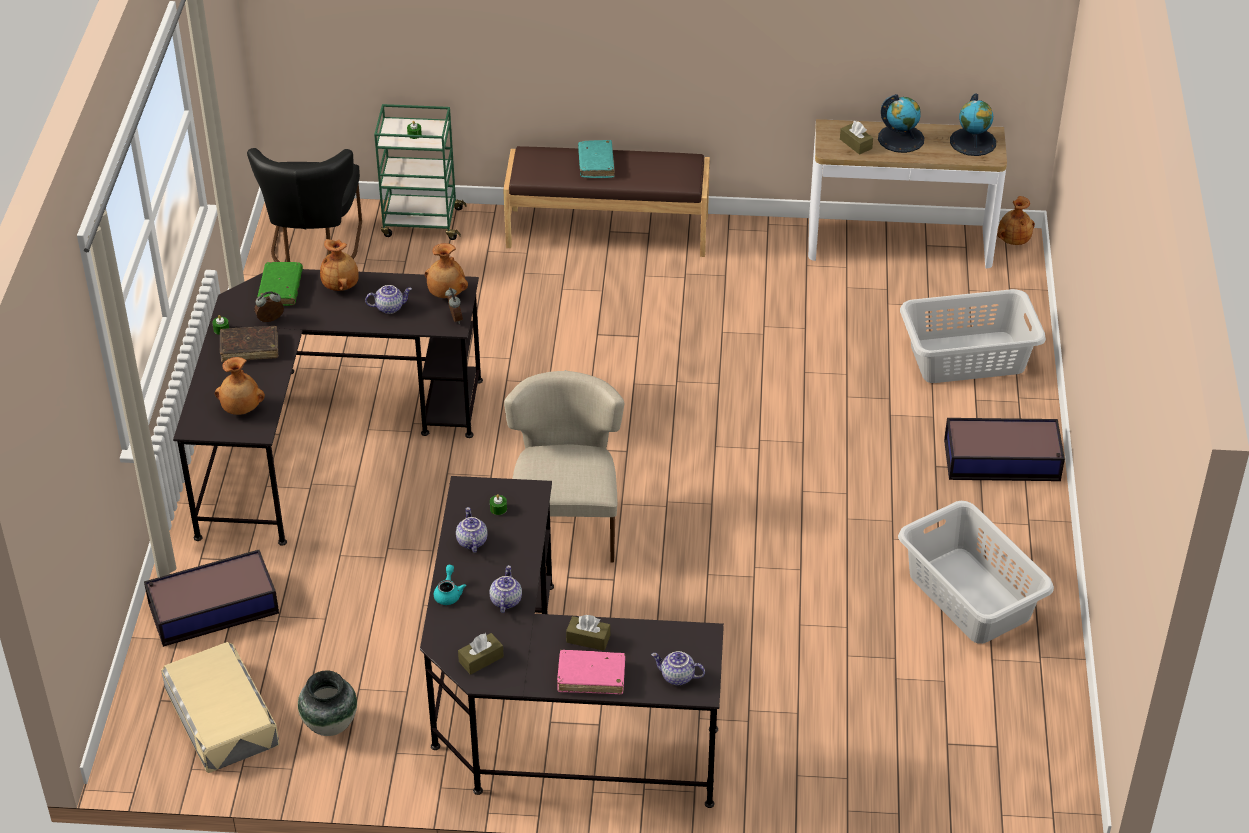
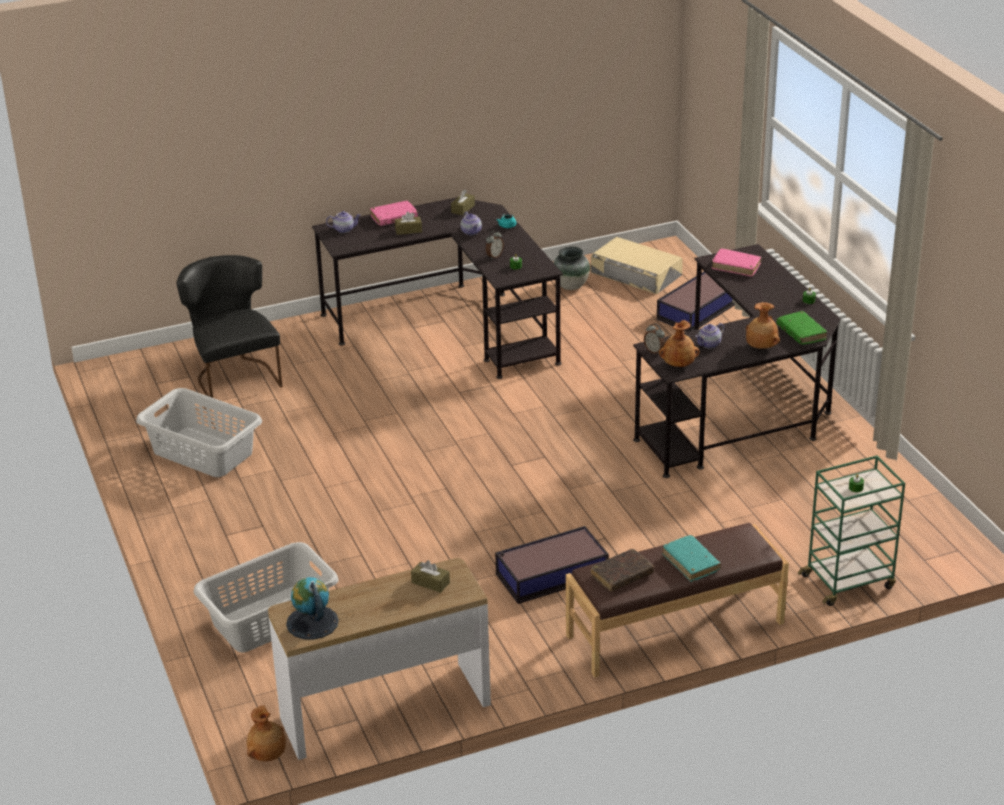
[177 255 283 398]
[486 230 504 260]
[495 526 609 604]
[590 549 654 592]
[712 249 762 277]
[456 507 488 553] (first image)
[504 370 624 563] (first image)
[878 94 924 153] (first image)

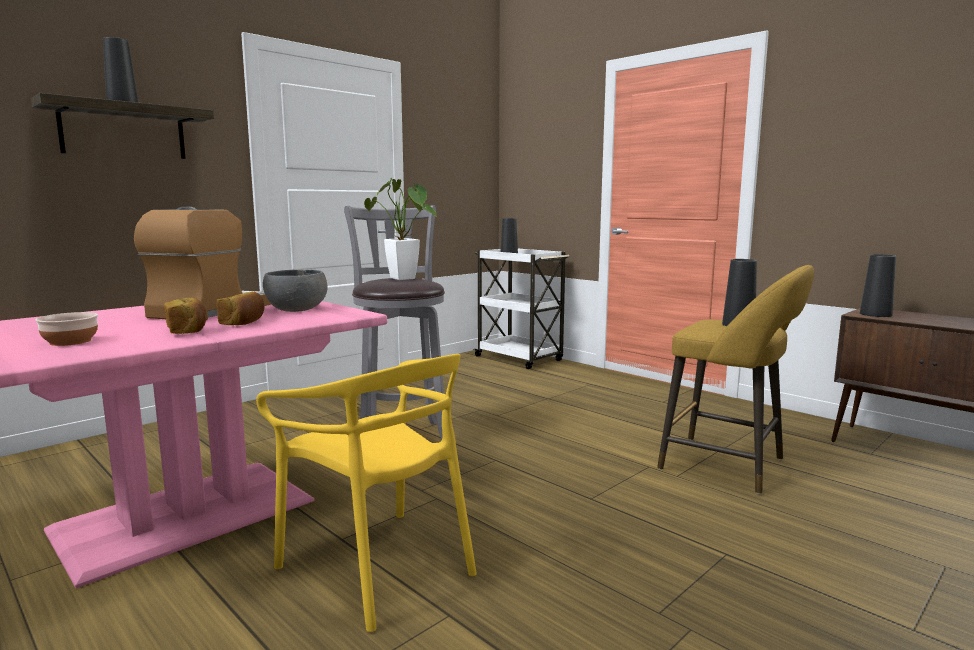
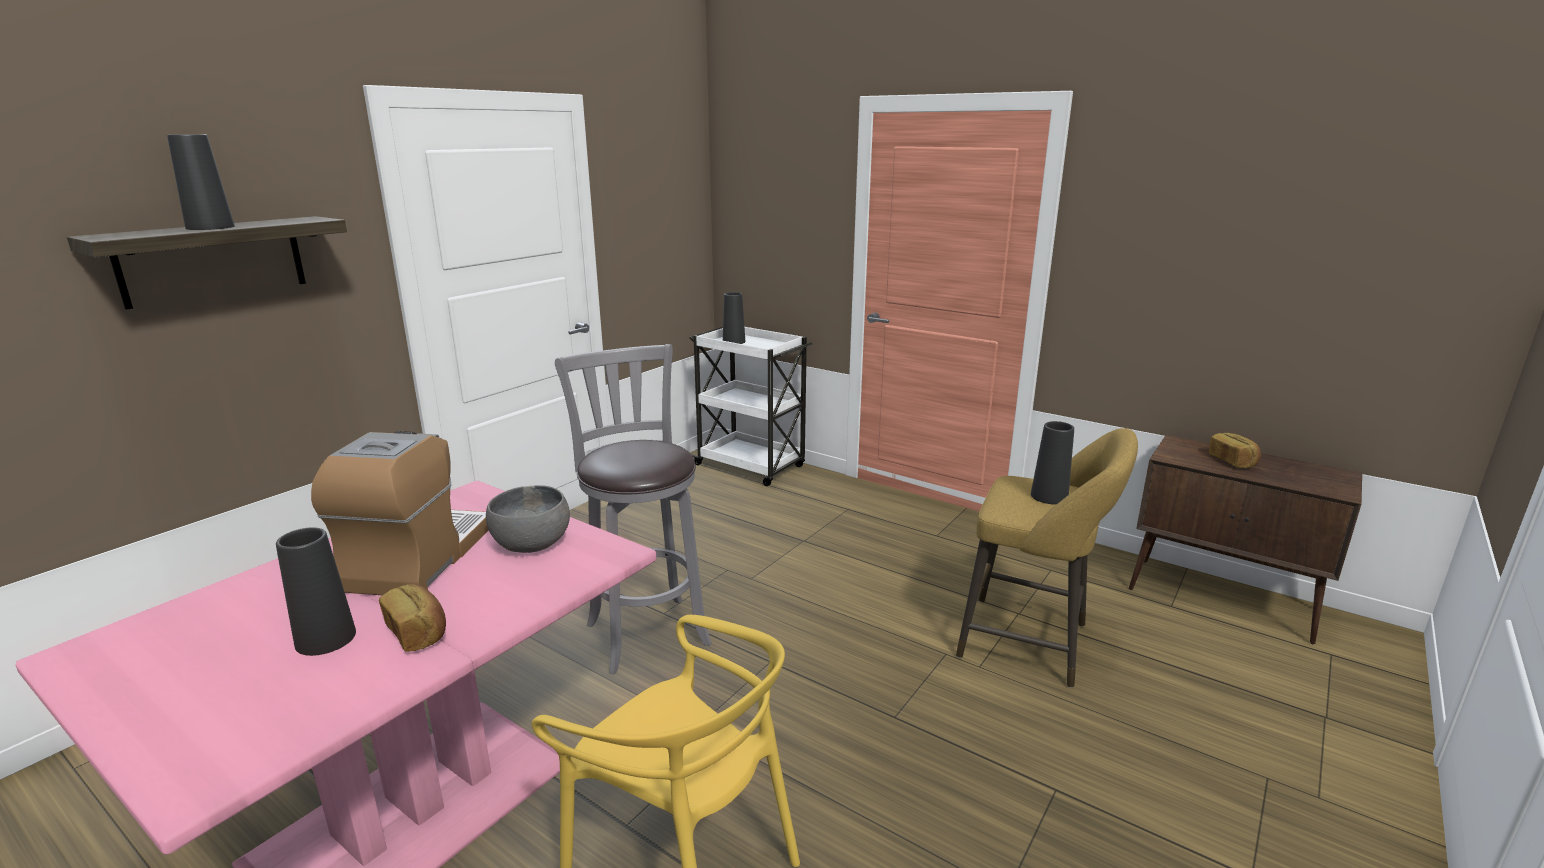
[276 527 356 656]
[1209 433 1261 468]
[35 312 98 346] (first image)
[364 178 437 280] (first image)

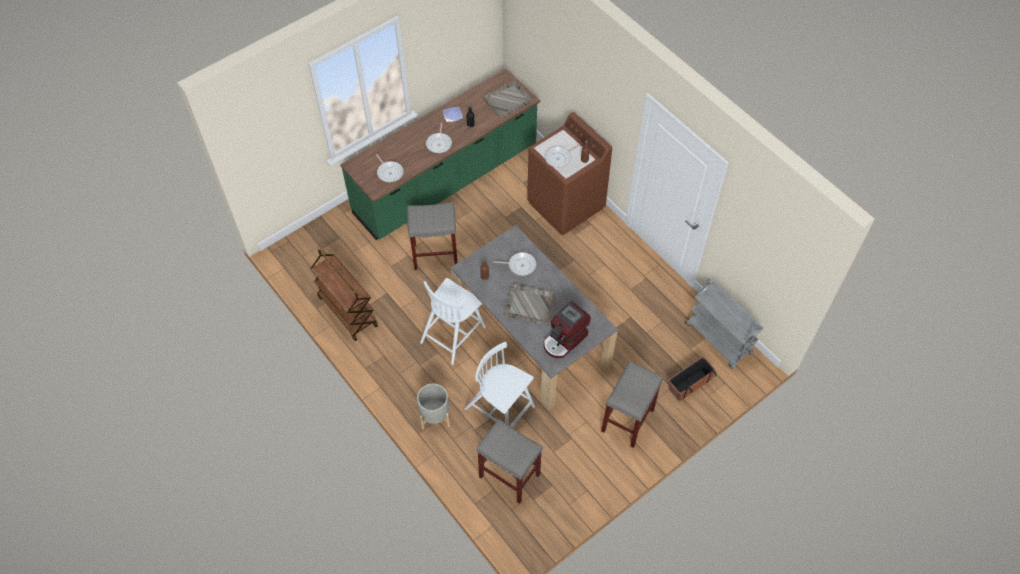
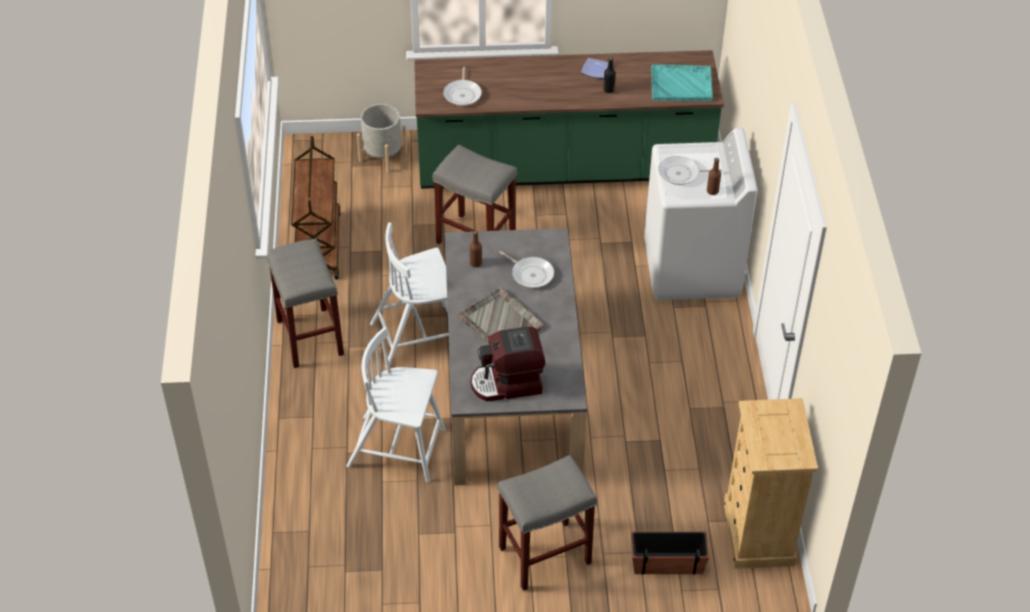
[267 238 344 368]
[347 327 445 482]
[357 104 407 173]
[644 128 758 300]
[651 64 713 101]
[723 398 818 569]
[426 122 452 153] (first image)

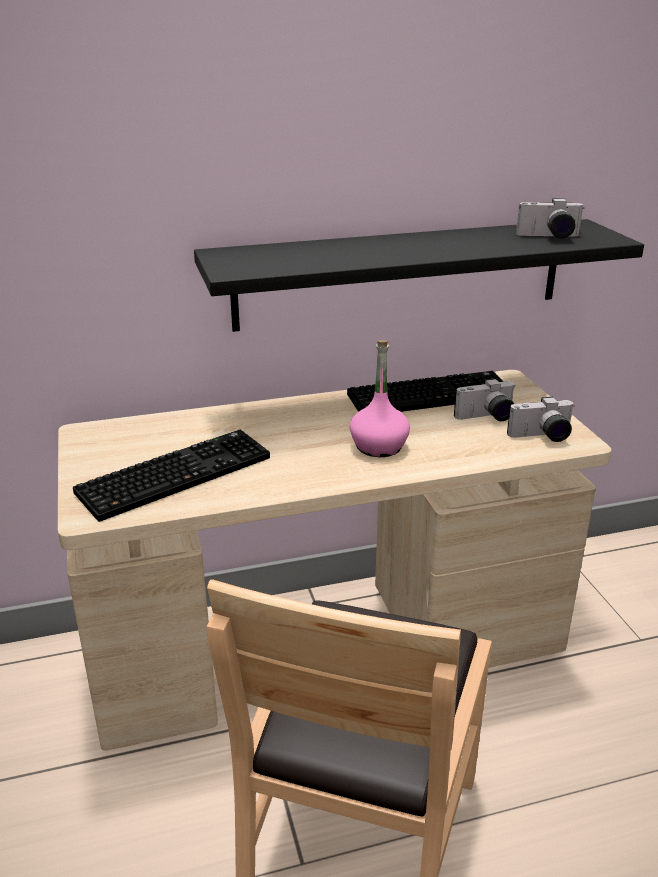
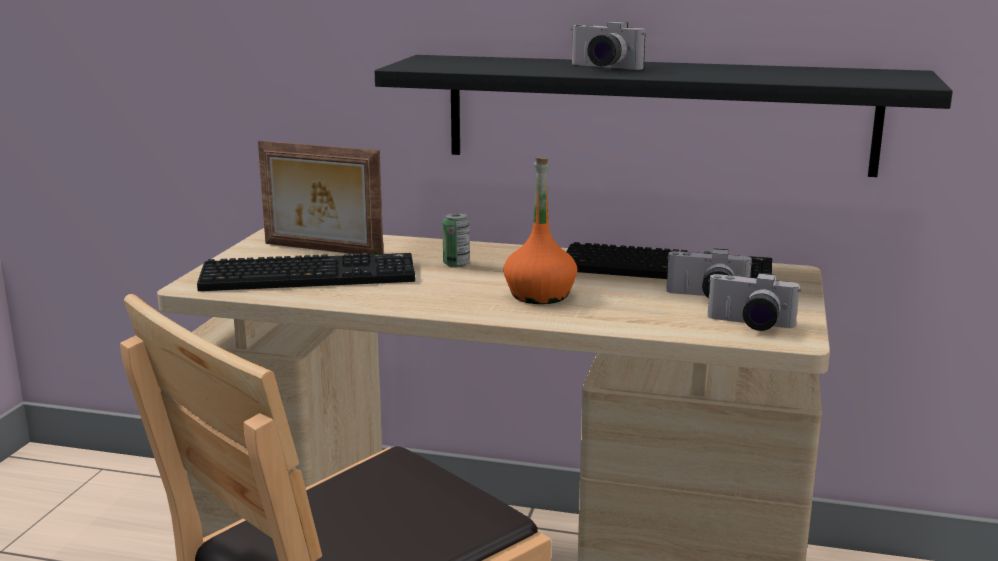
[258 141 383 255]
[442 213 470 267]
[503 157 577 304]
[571 22 645 70]

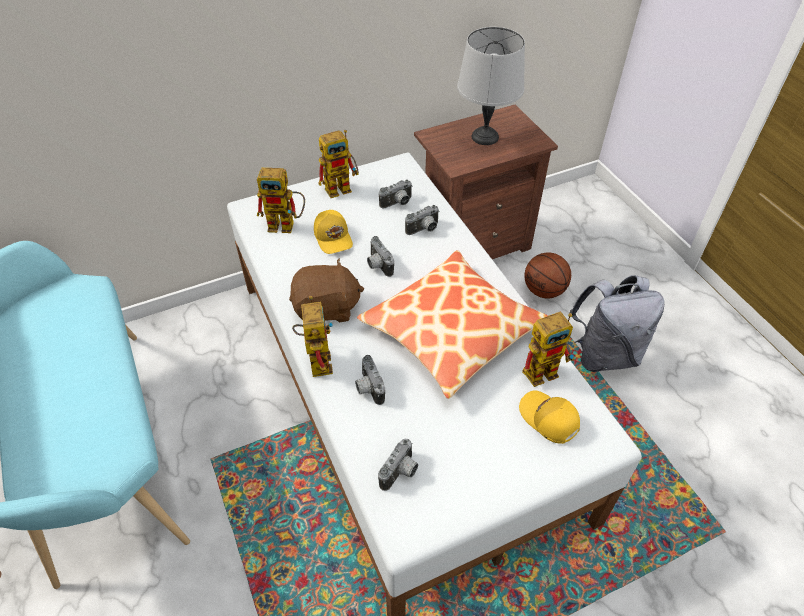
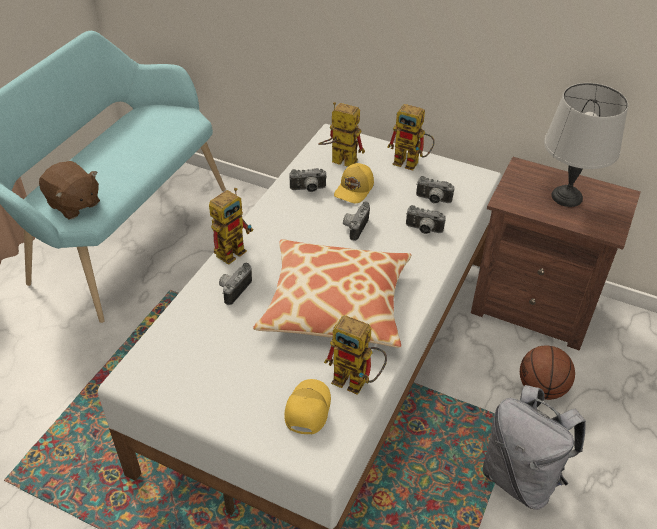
[39 161 100 220]
[289 168 327 192]
[318 102 365 167]

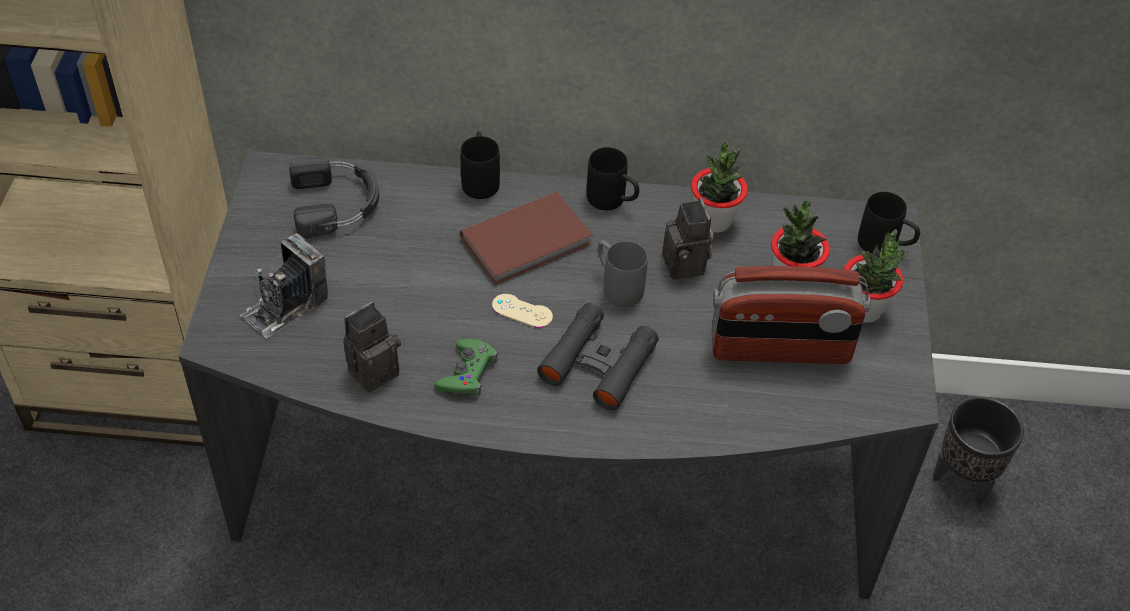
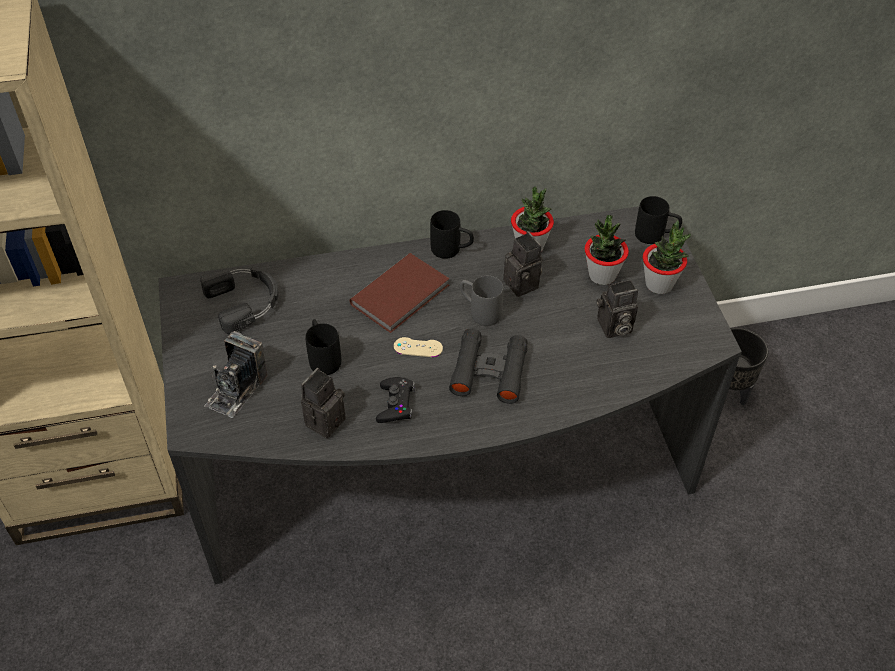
[305 319 341 375]
[376 377 415 423]
[597 280 638 338]

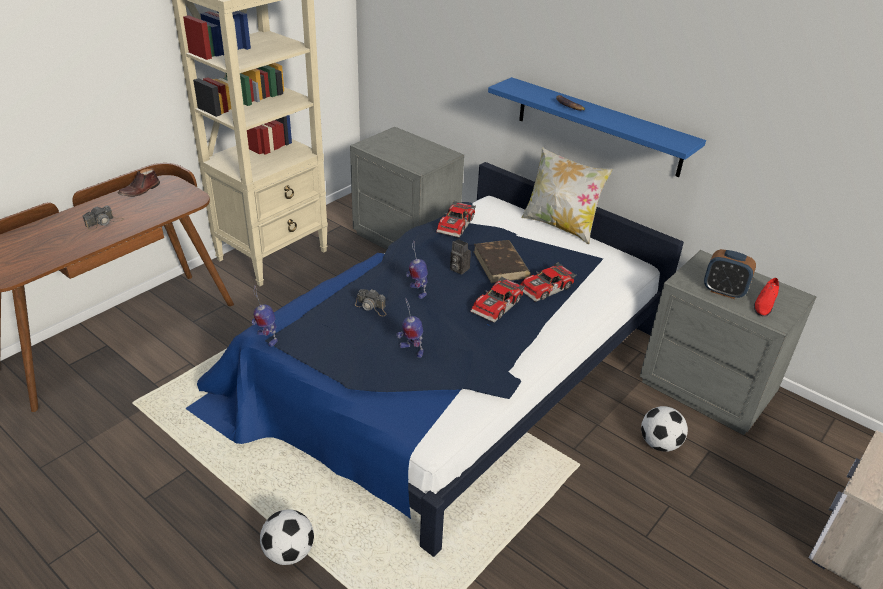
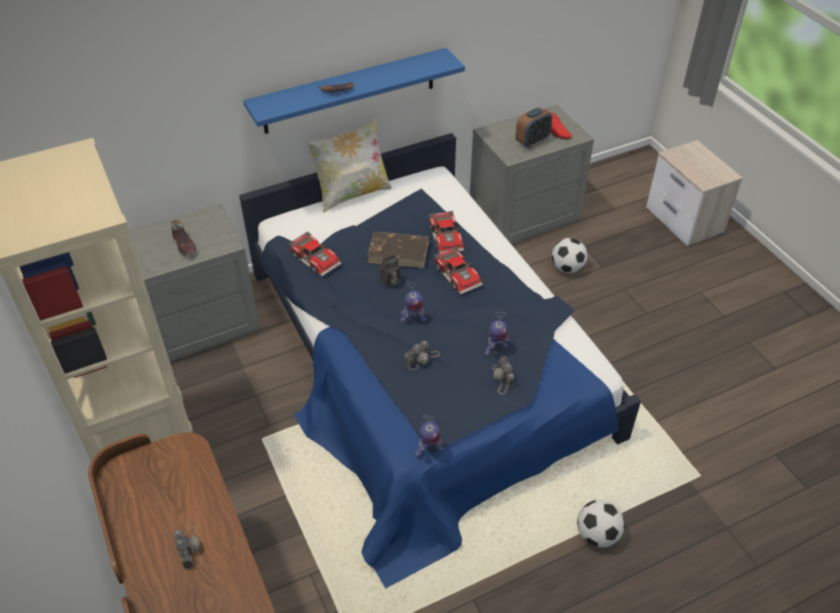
[171 220 196 256]
[493 357 514 394]

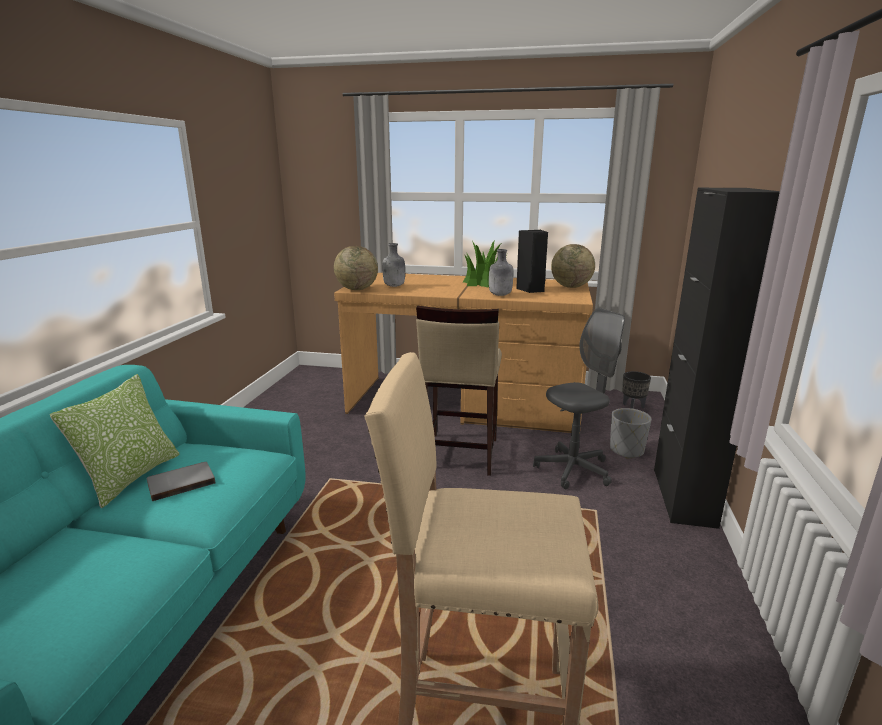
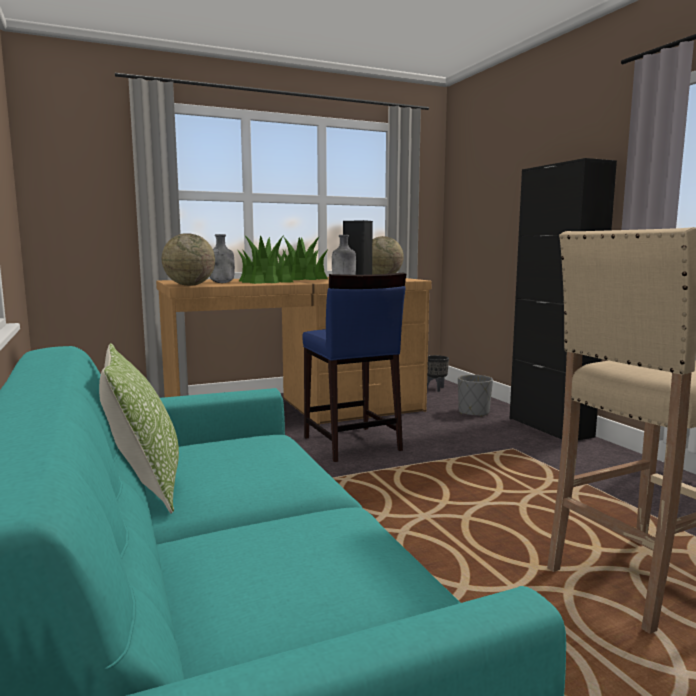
[238 235 293 284]
[302 272 406 462]
[146 462 215 501] (first image)
[533 308 625 490] (first image)

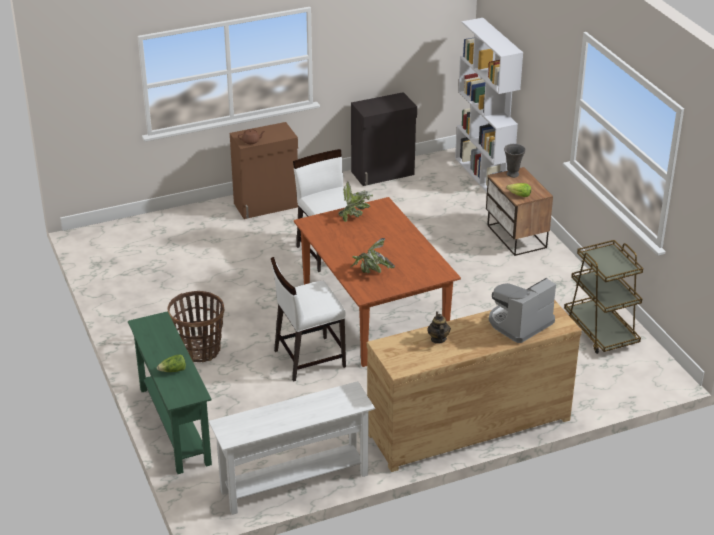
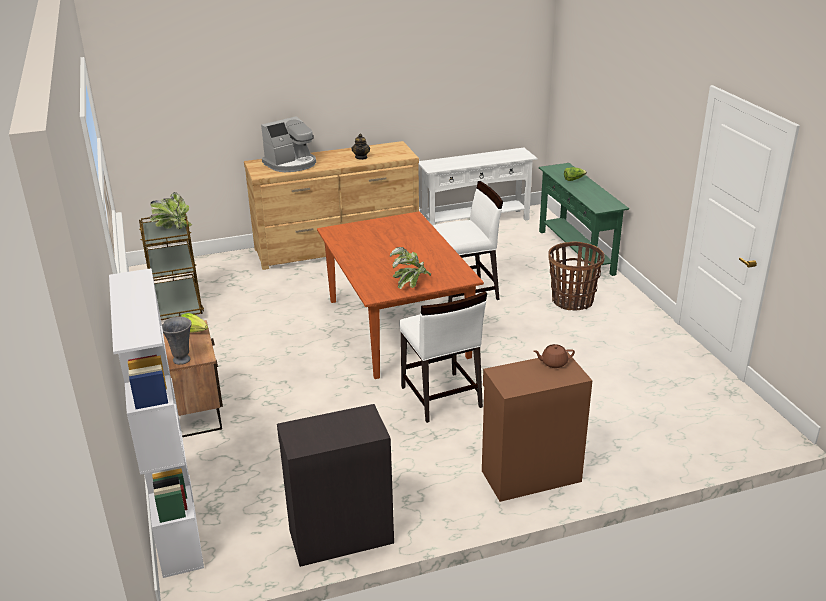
[150 192 192 229]

